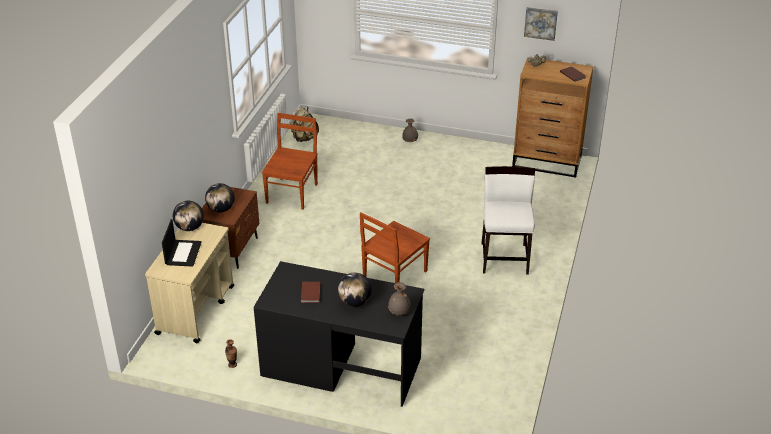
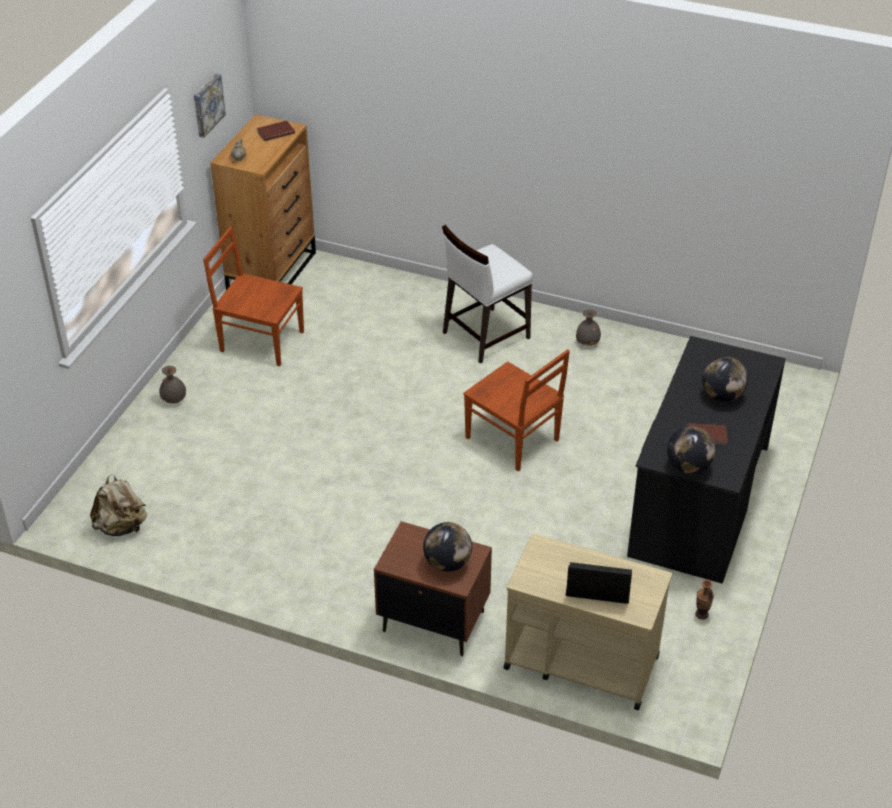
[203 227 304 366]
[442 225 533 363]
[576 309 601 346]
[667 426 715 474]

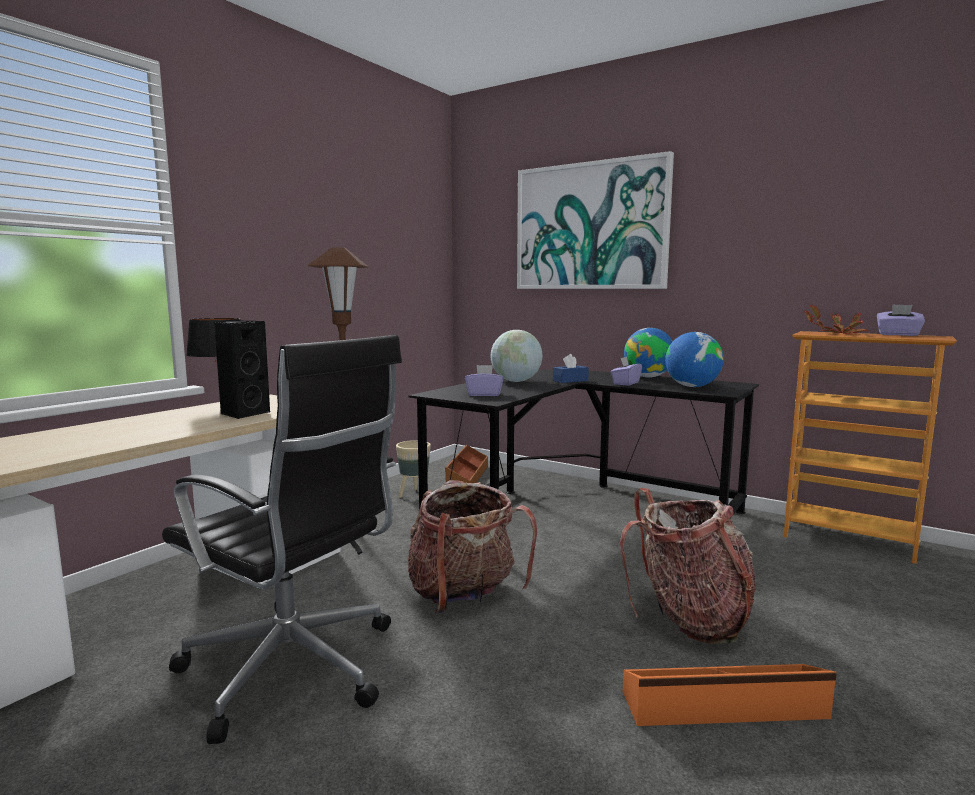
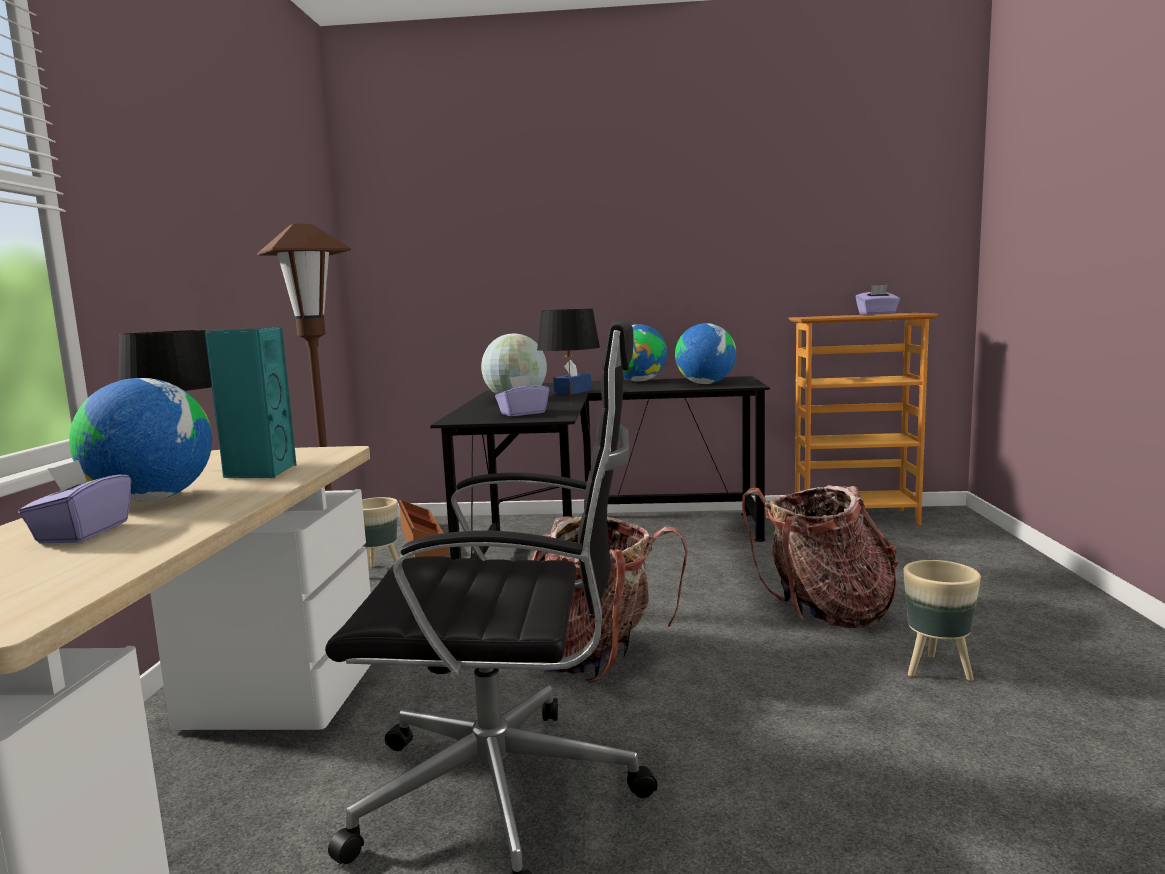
[18 460 131 543]
[69 378 212 502]
[205 327 297 478]
[537 308 600 403]
[904 560 981 681]
[517 151 674 289] (first image)
[804 304 869 334] (first image)

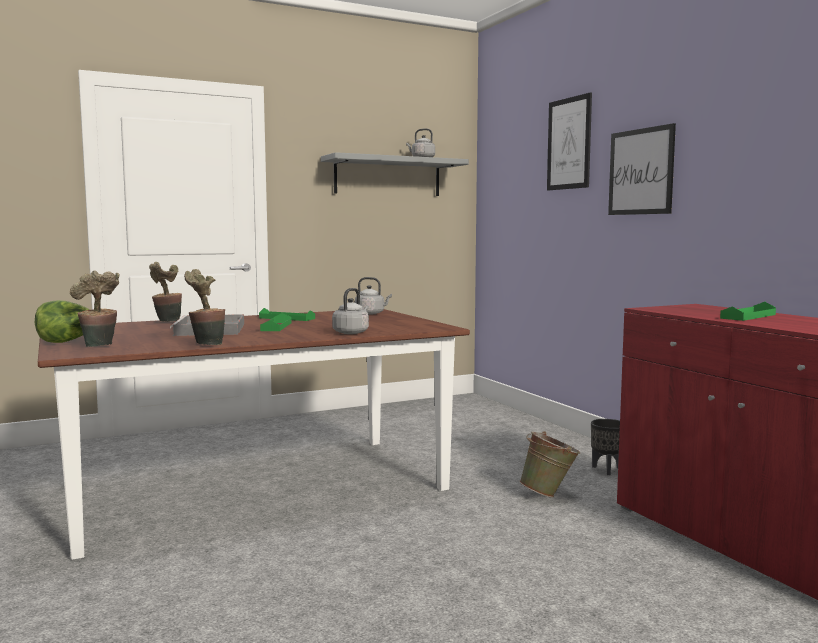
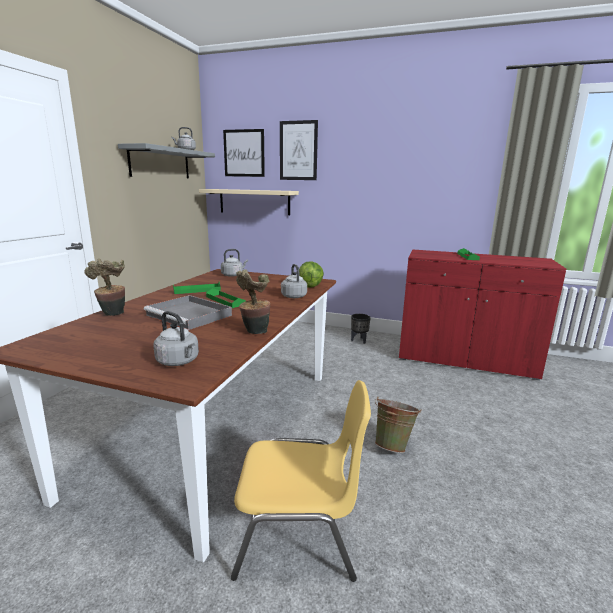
[153 311 199 366]
[199 189 299 215]
[223 129 265 177]
[231 380 371 582]
[299 261 324 288]
[375 396 422 453]

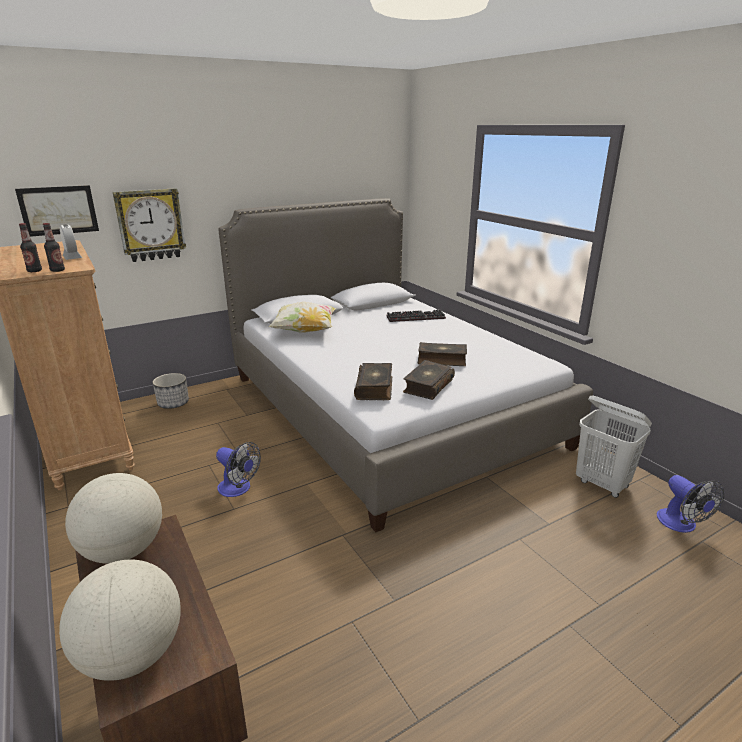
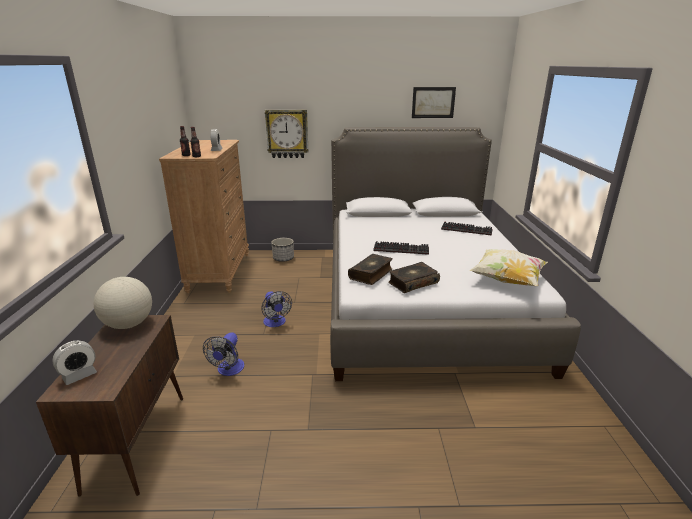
[52 341 97 385]
[203 332 244 376]
[373 241 429 255]
[412 87 456 118]
[469 249 548 286]
[418 342 467 366] (first image)
[576 395 652 498] (first image)

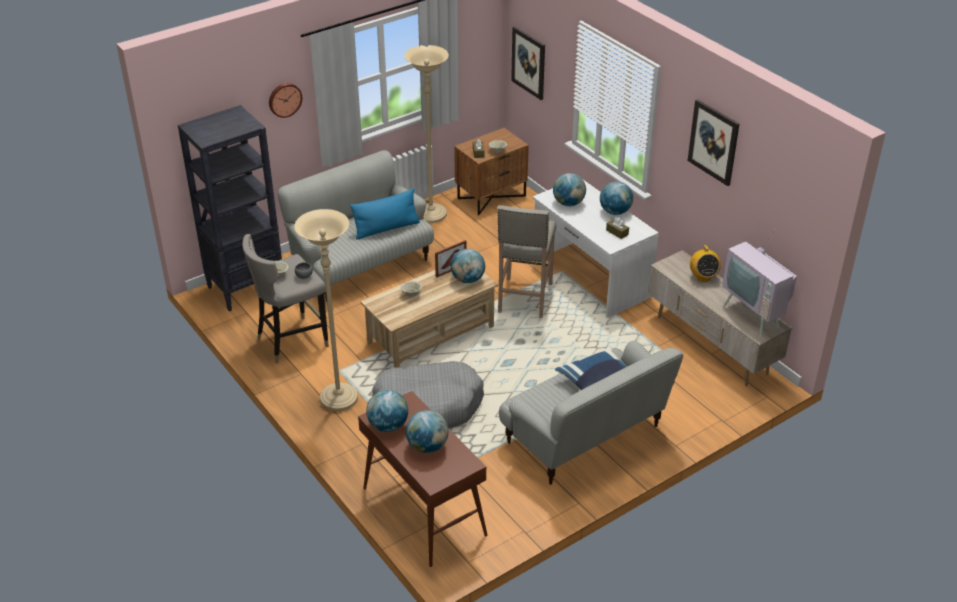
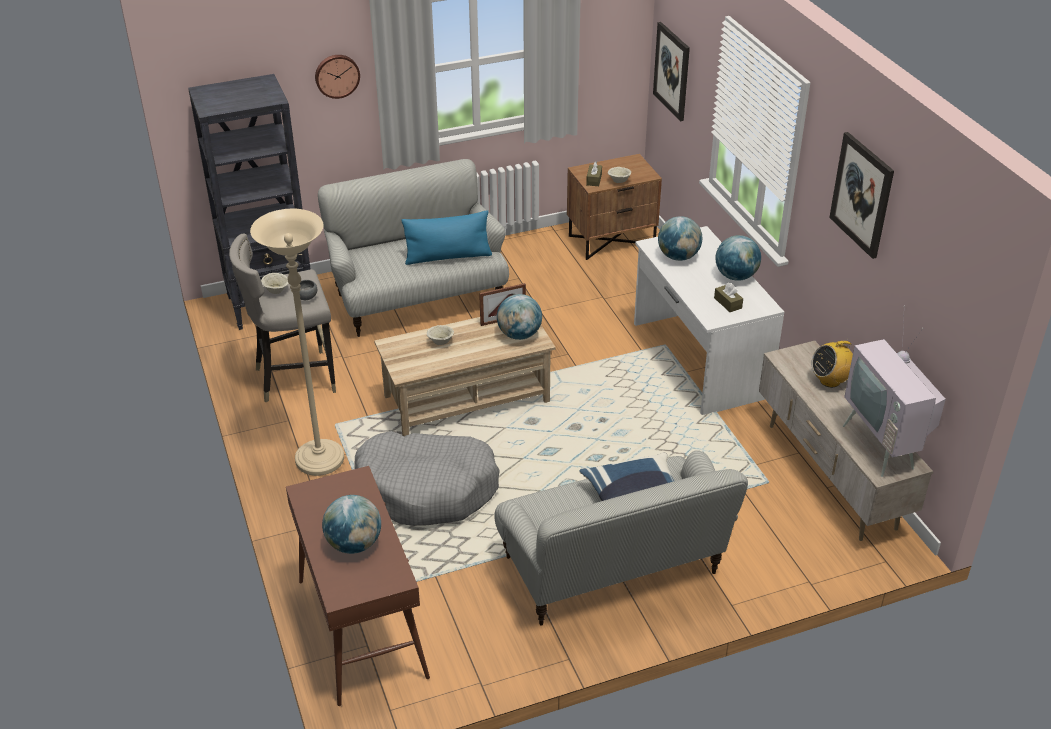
[811 341 853 387]
[366 390 408 432] (first image)
[404 45 449 223] (first image)
[497 205 556 318] (first image)

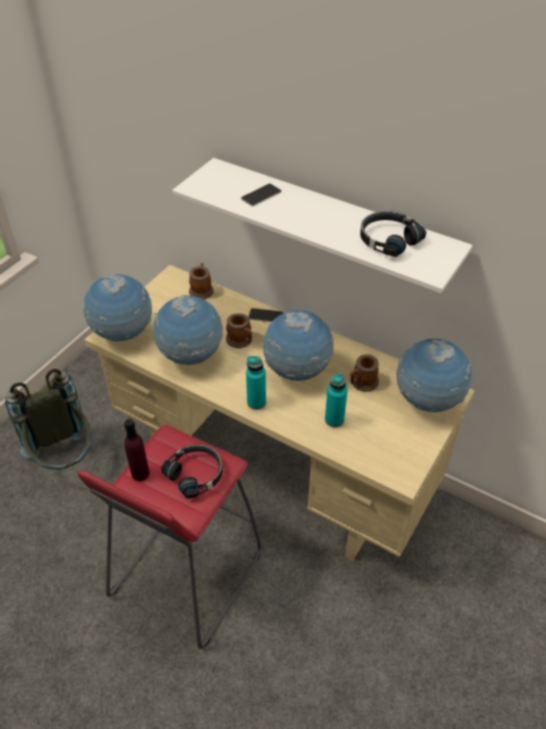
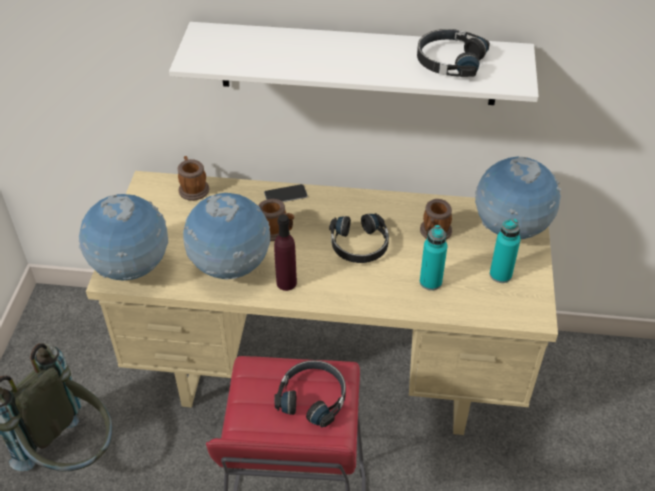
[274 215 297 291]
[329 213 389 263]
[490 218 521 283]
[241 183 282 206] (first image)

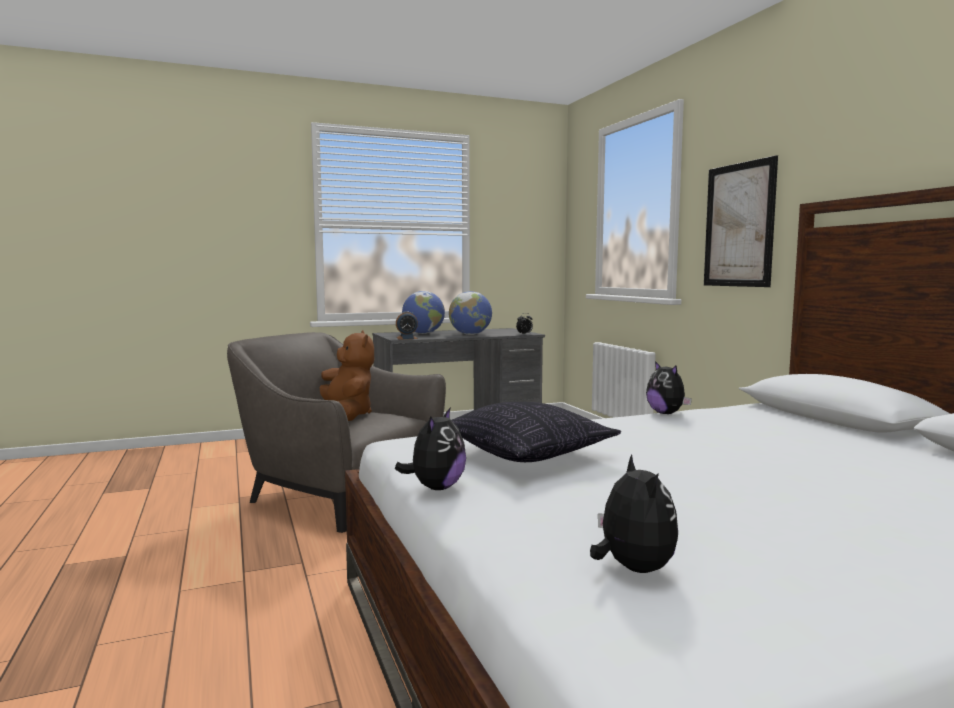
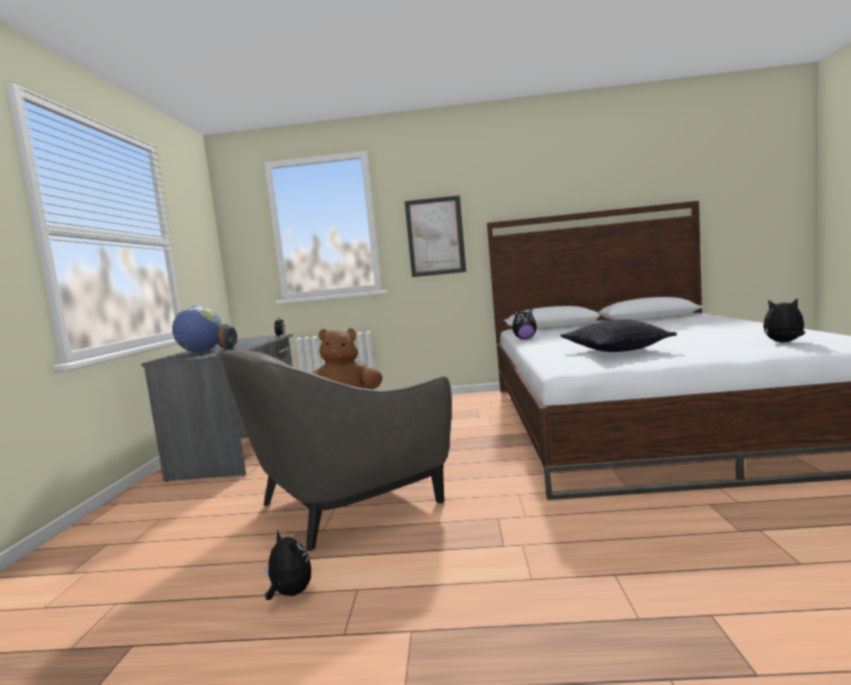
[264 531 311 600]
[449 291 492 335] (first image)

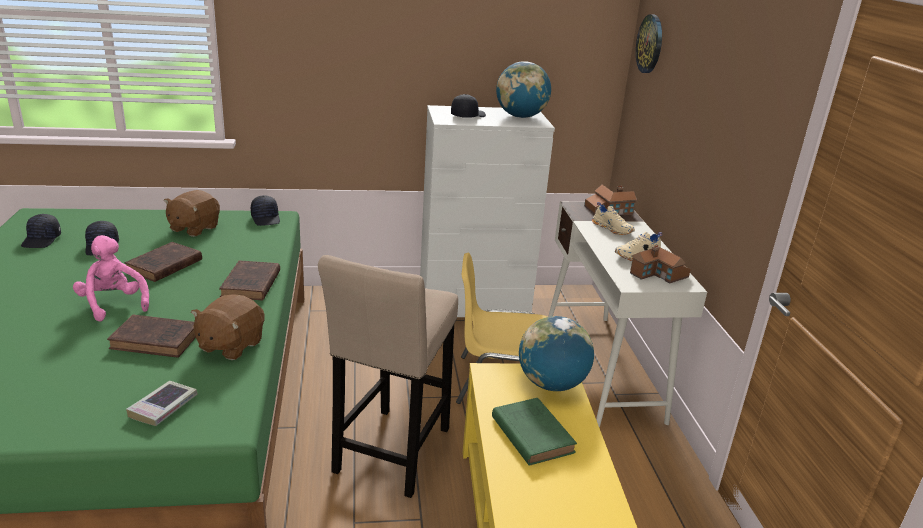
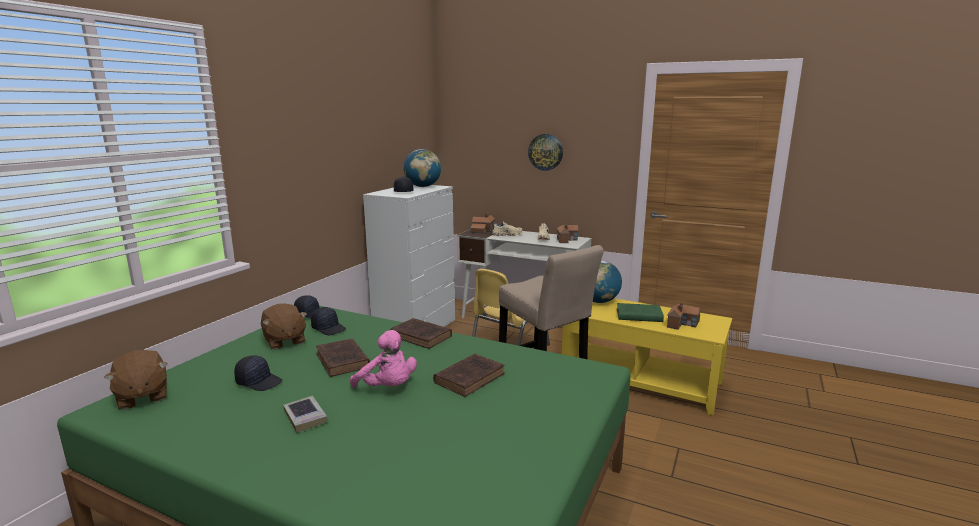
[104 350 167 410]
[283 396 328 433]
[311 307 346 335]
[350 330 417 388]
[528 134 563 171]
[667 303 700 330]

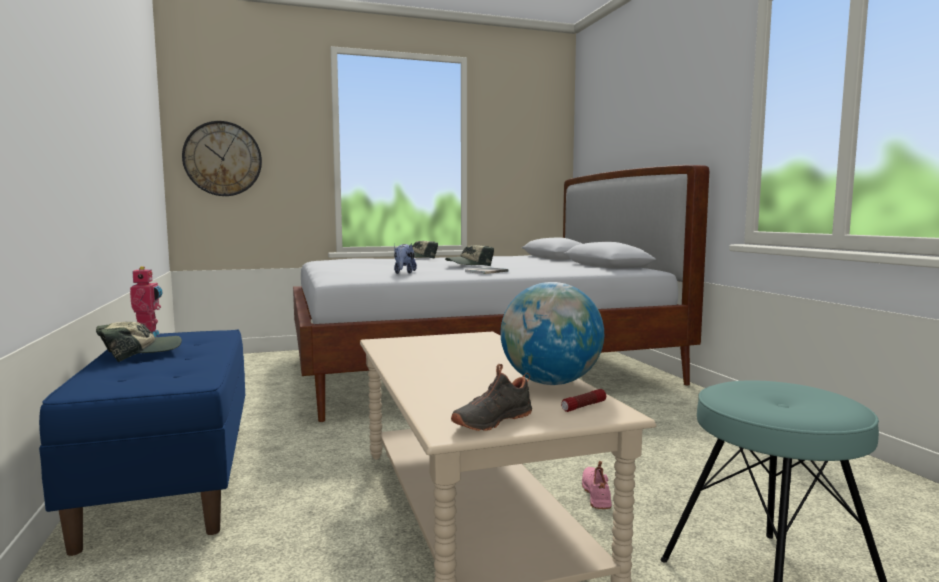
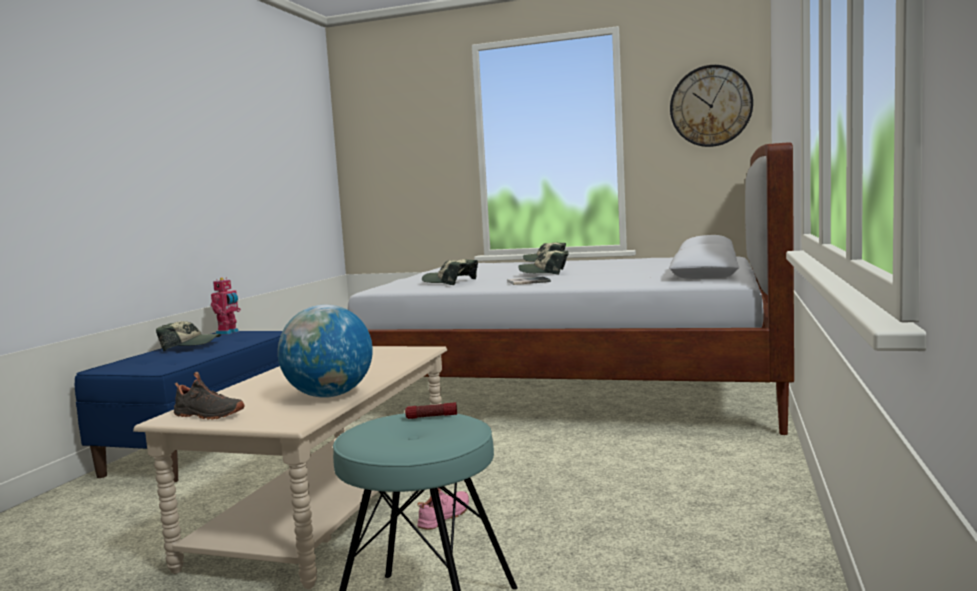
[174 372 245 420]
[405 402 457 419]
[422 259 478 285]
[670 65 753 147]

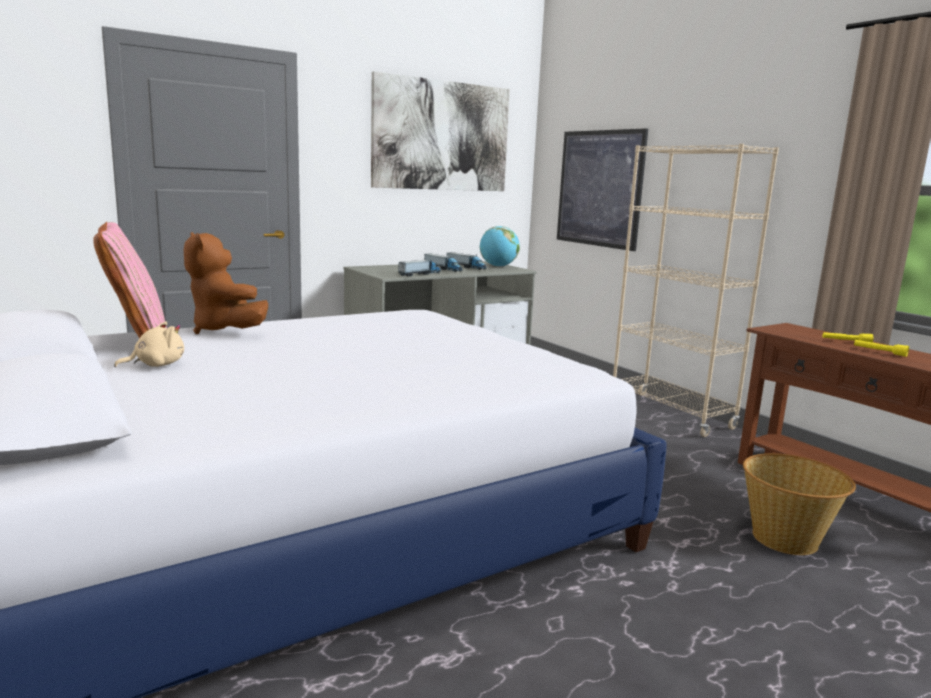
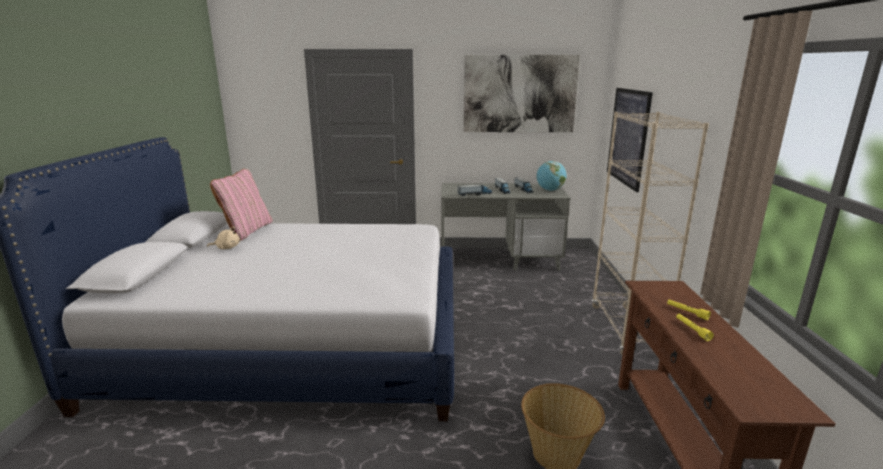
[184 232 268 334] (first image)

